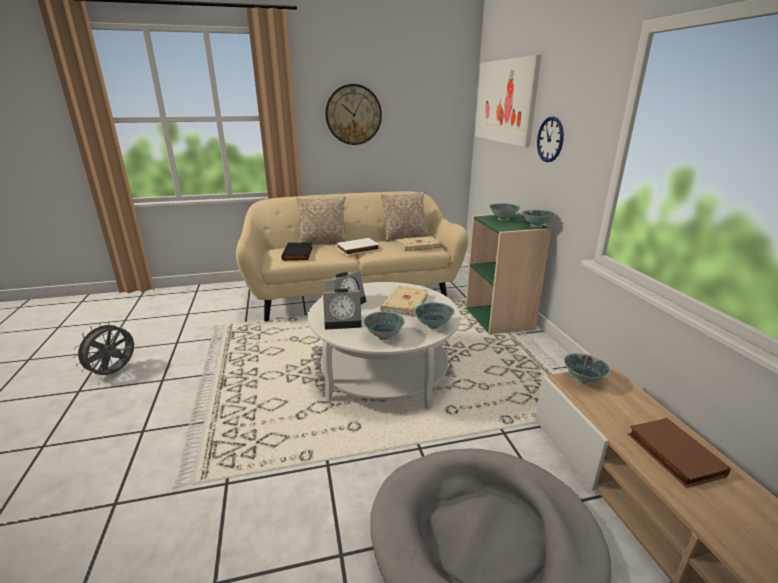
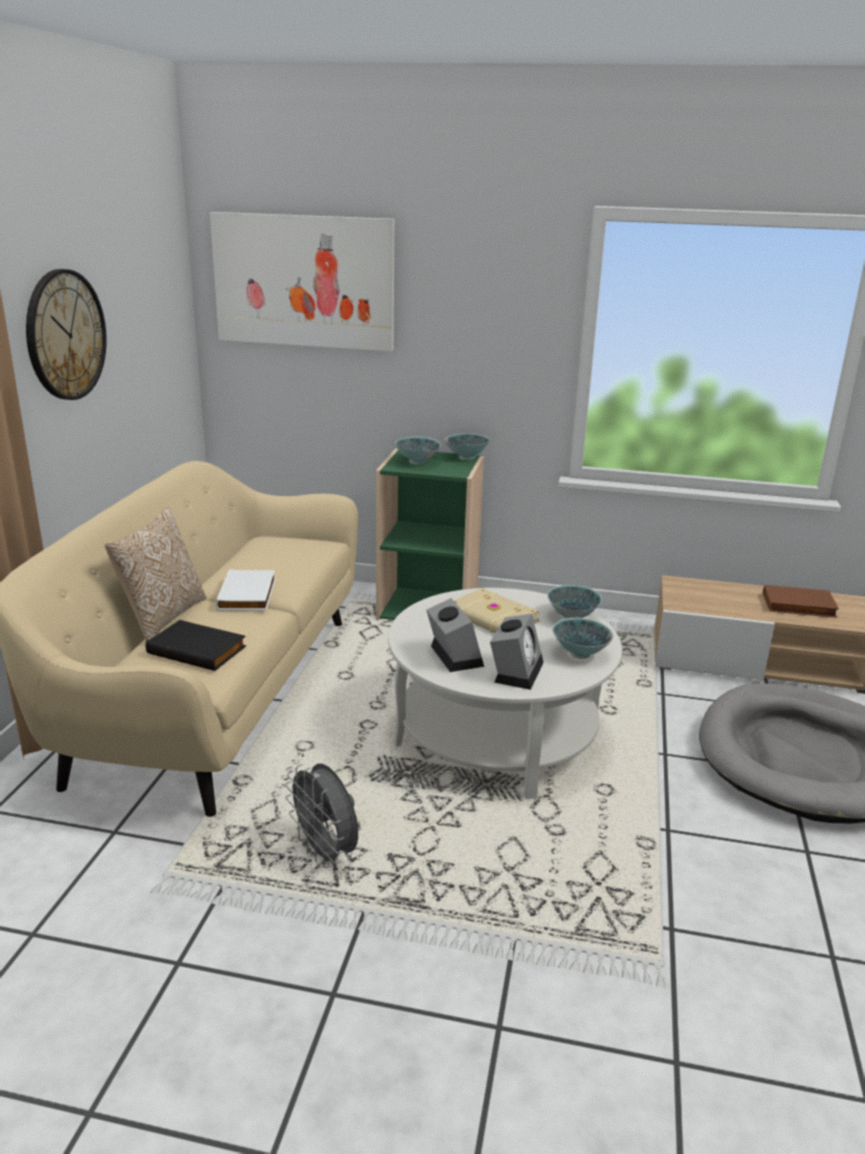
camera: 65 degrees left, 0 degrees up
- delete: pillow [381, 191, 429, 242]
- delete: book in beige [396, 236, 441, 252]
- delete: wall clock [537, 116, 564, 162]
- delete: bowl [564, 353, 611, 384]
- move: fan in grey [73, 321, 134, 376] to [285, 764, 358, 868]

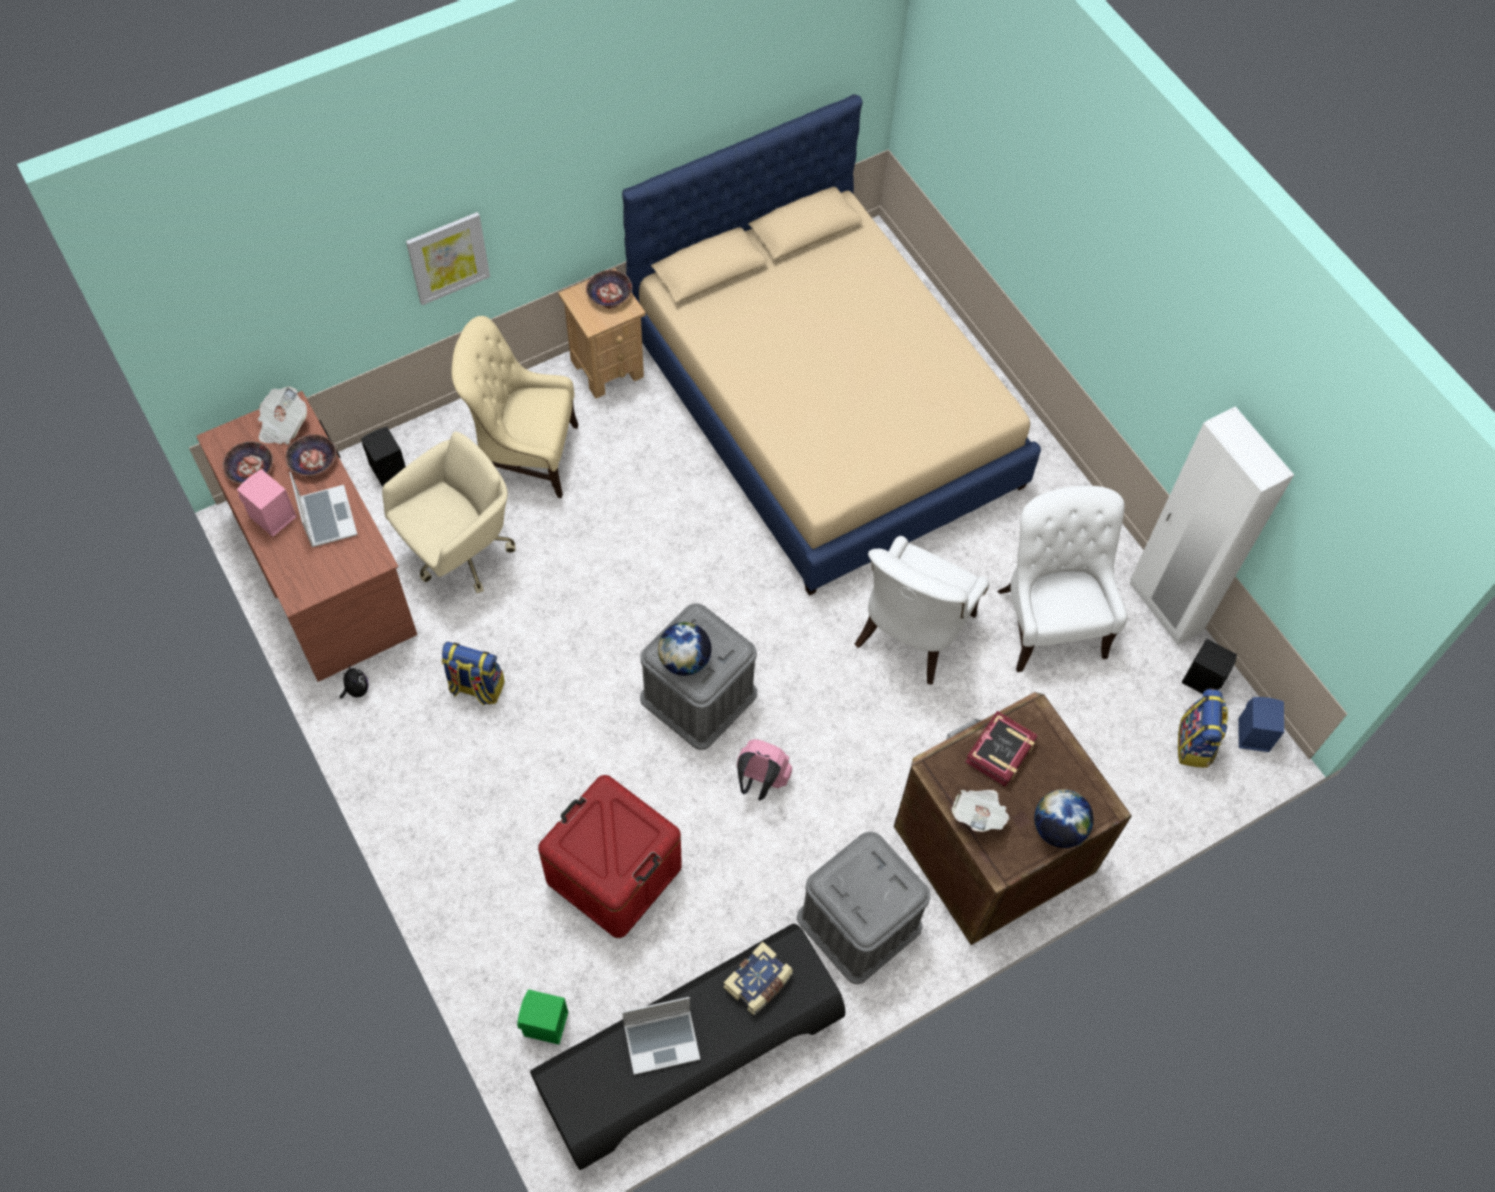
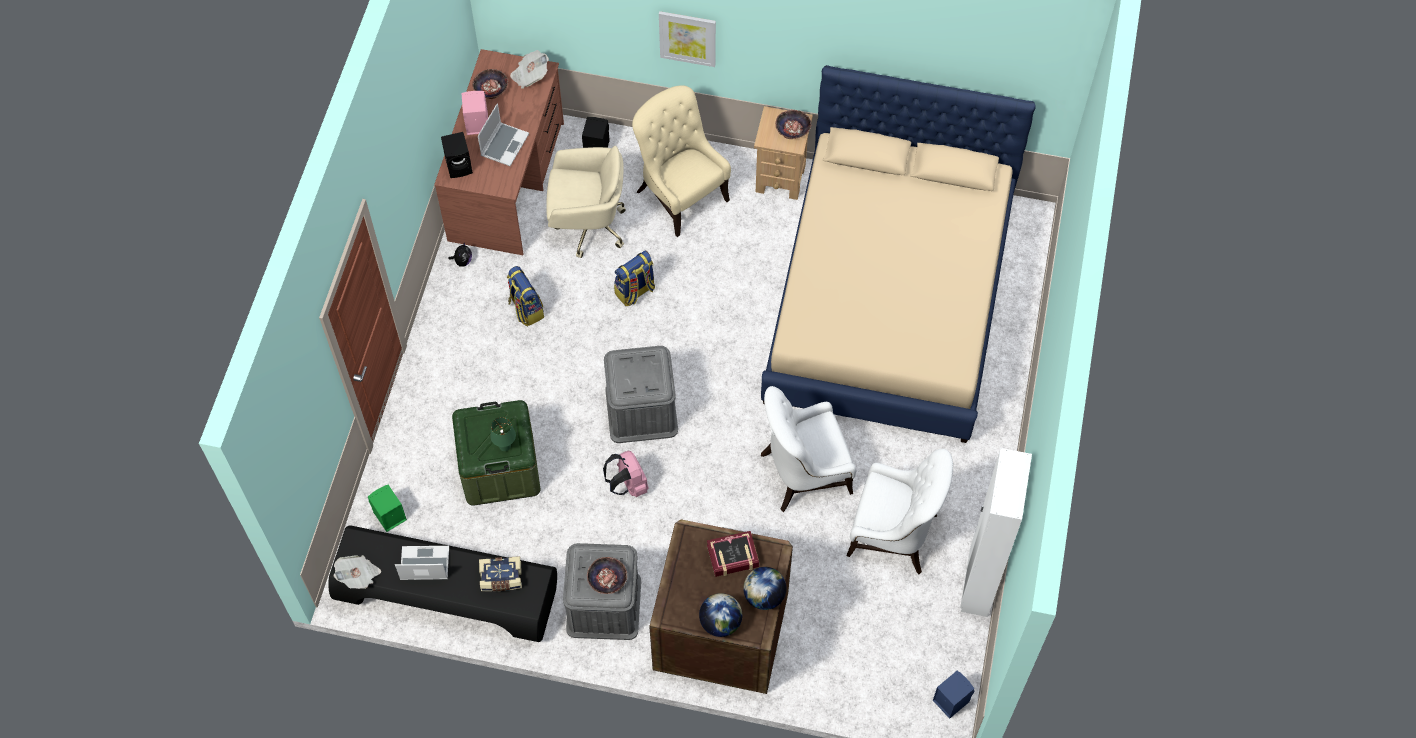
camera: 45 degrees right, 0 degrees up
- insert: table lamp in green [490, 417, 516, 451]
- move: bowl [285, 434, 336, 477] to [587, 557, 627, 594]
- move: globe [658, 622, 711, 676] to [743, 567, 786, 610]
- move: newspaper [951, 790, 1010, 832] to [333, 555, 381, 589]
- move: backpack [1178, 689, 1228, 768] to [614, 251, 655, 306]
- move: speaker in black [1181, 639, 1237, 694] to [441, 132, 473, 178]
- recolor: storage box in red [538, 775, 682, 938] to storage box in green [452, 400, 540, 506]
- rotate: laptop [622, 997, 700, 1075] = [395, 546, 449, 580] 150 degrees clockwise
- rotate: chair in white [997, 486, 1127, 672] = [846, 449, 953, 574] 75 degrees clockwise

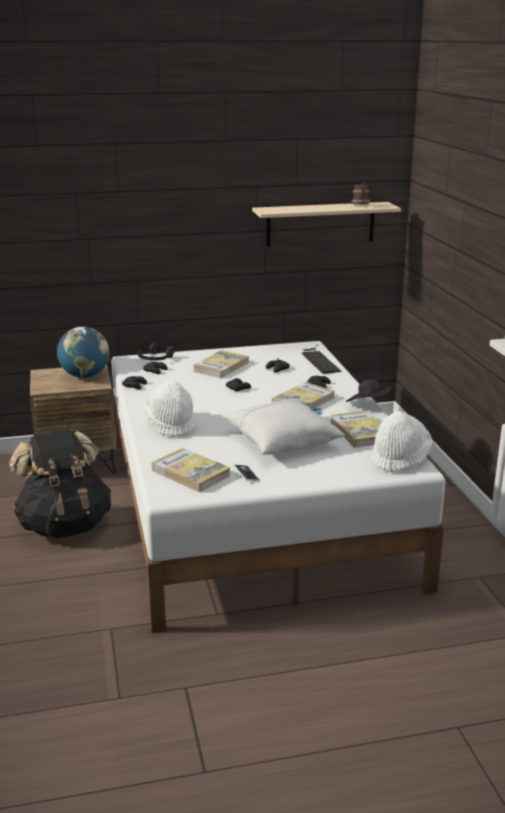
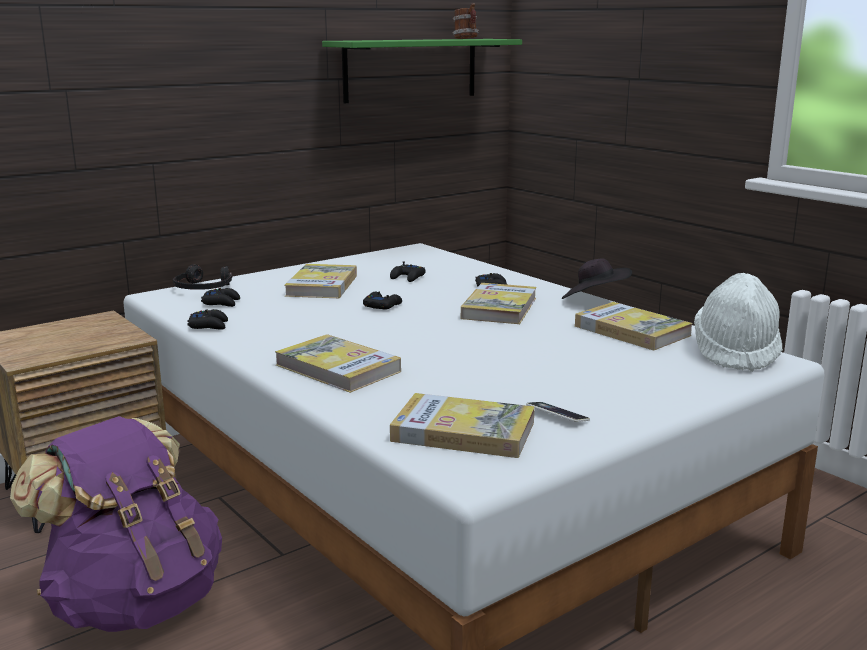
camera: 25 degrees left, 5 degrees down
- delete: globe [57, 326, 109, 378]
- delete: pillow in grey [222, 399, 345, 455]
- delete: keyboard [302, 345, 341, 374]
- replace: hat in white [143, 381, 196, 437] to book [275, 334, 401, 393]
- recolor: backpack in black [9, 430, 111, 538] to backpack in purple [10, 416, 222, 632]
- recolor: shelf in beige [252, 202, 401, 247] to shelf in green [322, 39, 522, 103]

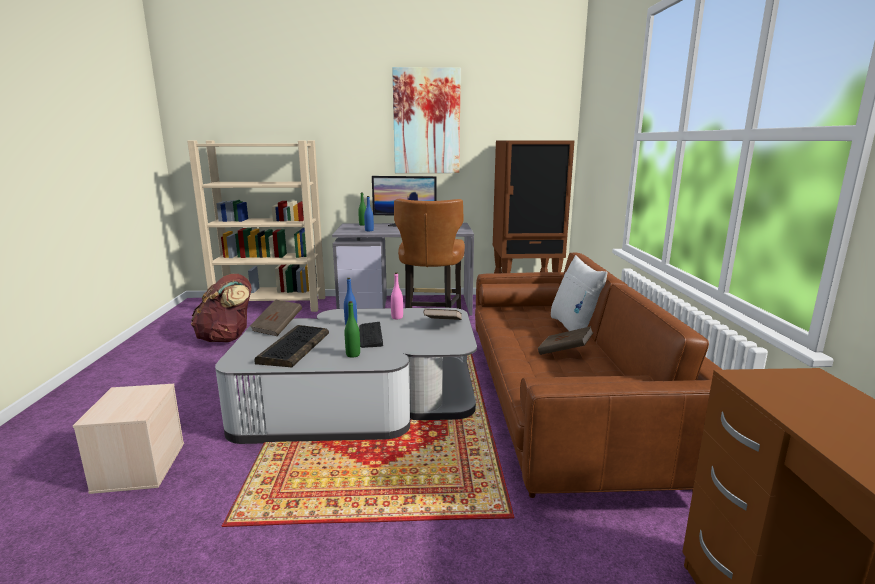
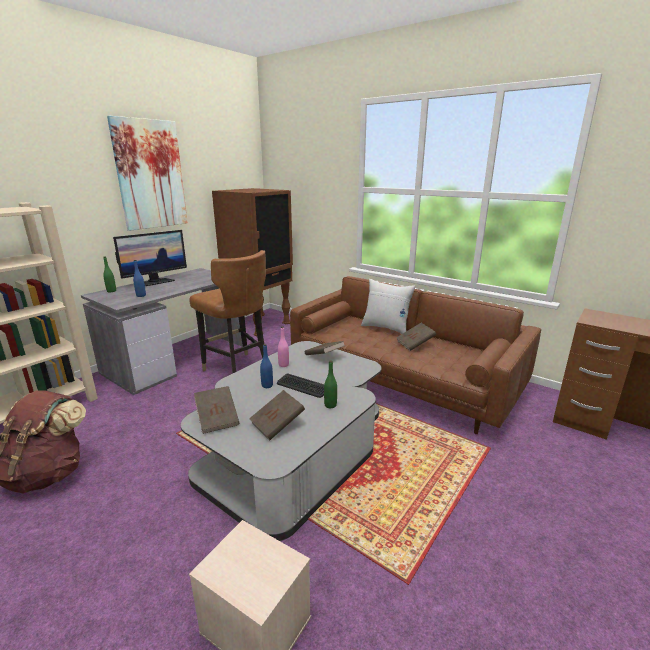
camera: 50 degrees left, 5 degrees up
- replace: keyboard [254, 325, 329, 367] to book in brown [249, 390, 305, 440]

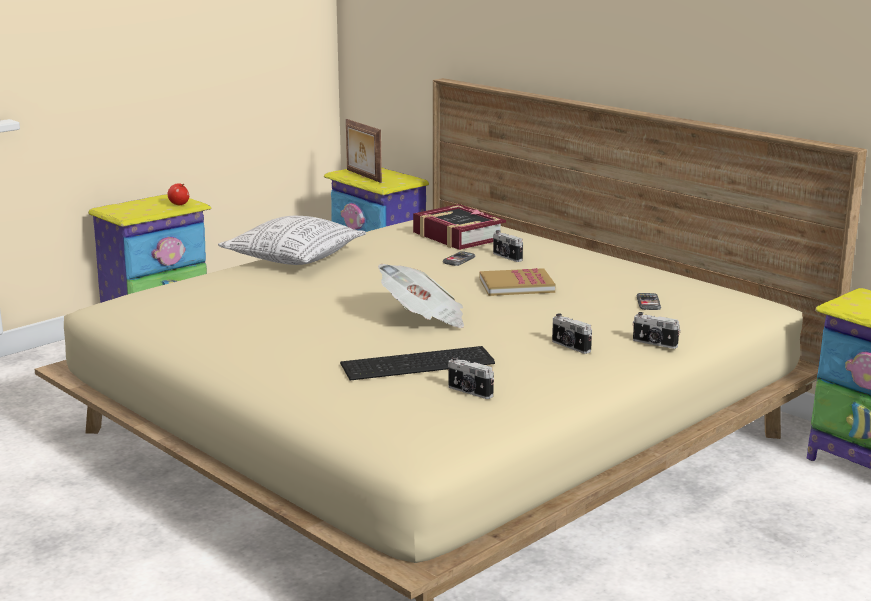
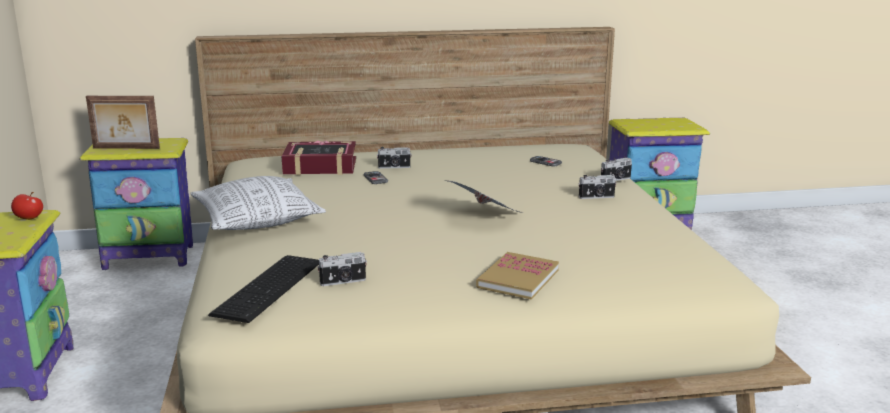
camera: 55 degrees left, 0 degrees up
- move: keyboard [340, 346, 495, 380] to [208, 255, 319, 323]
- move: photo camera [448, 356, 494, 399] to [317, 252, 367, 286]
- move: book [480, 268, 555, 296] to [476, 252, 559, 300]

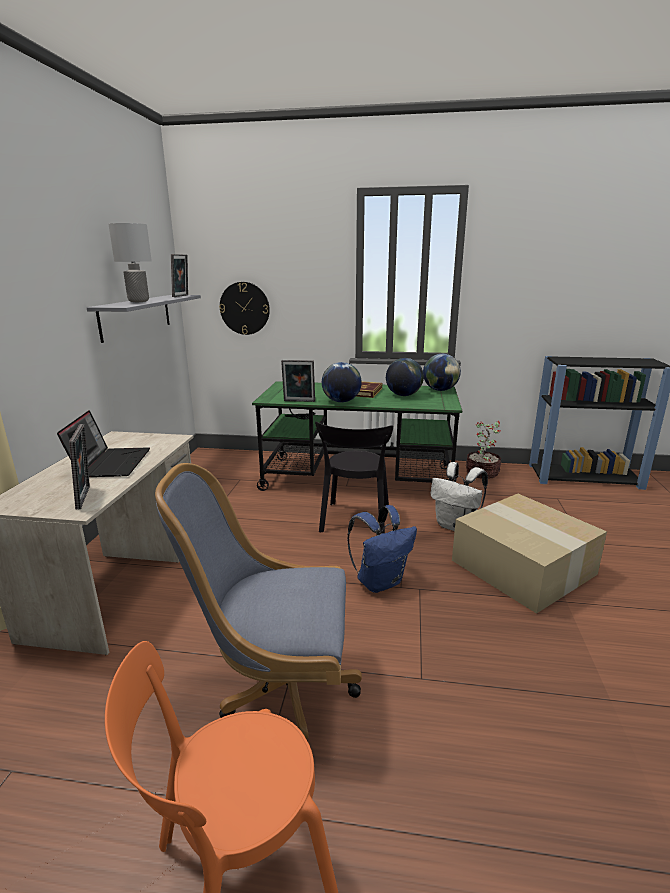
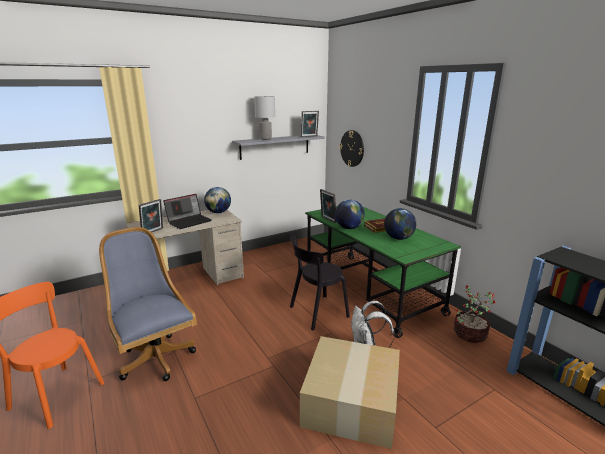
camera: 50 degrees right, 0 degrees up
- delete: backpack in blue [347, 505, 417, 593]
- move: globe [423, 354, 461, 391] to [204, 187, 231, 213]

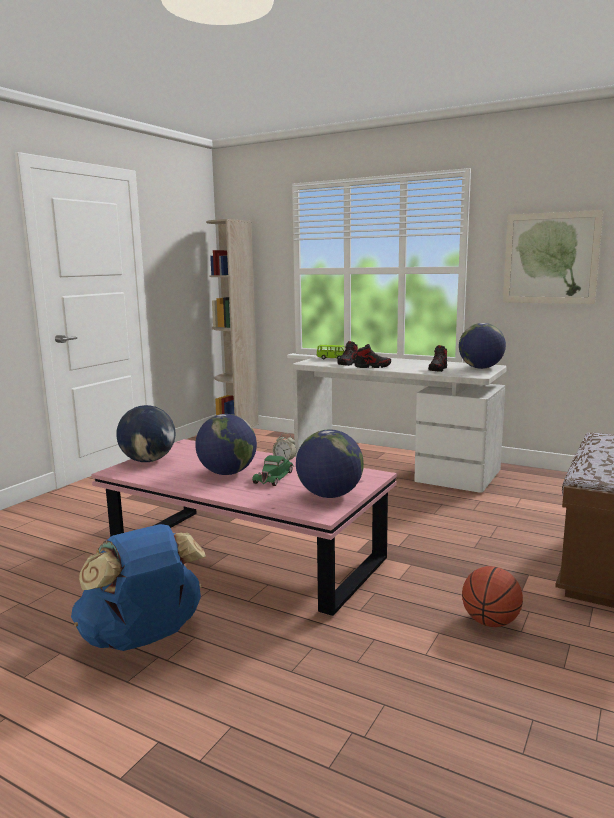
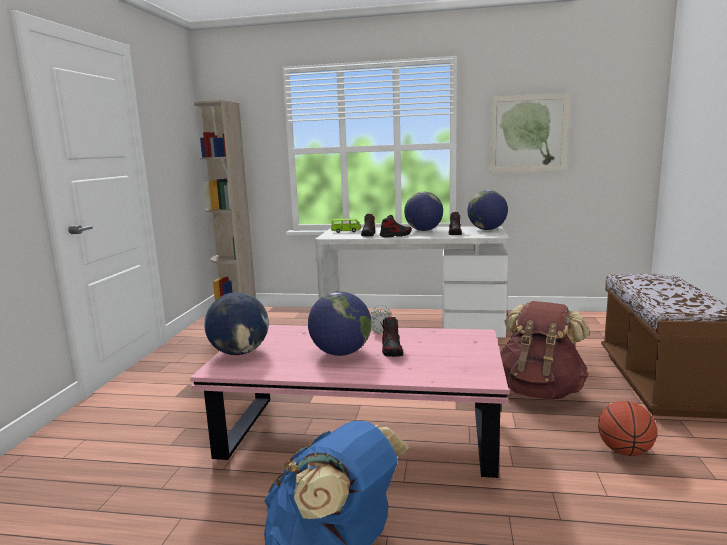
camera: 20 degrees left, 0 degrees up
- insert: backpack in brown [500, 301, 589, 400]
- move: globe [296, 430, 364, 498] to [404, 192, 443, 231]
- replace: toy car in green [252, 455, 294, 486] to shoe [382, 317, 403, 357]

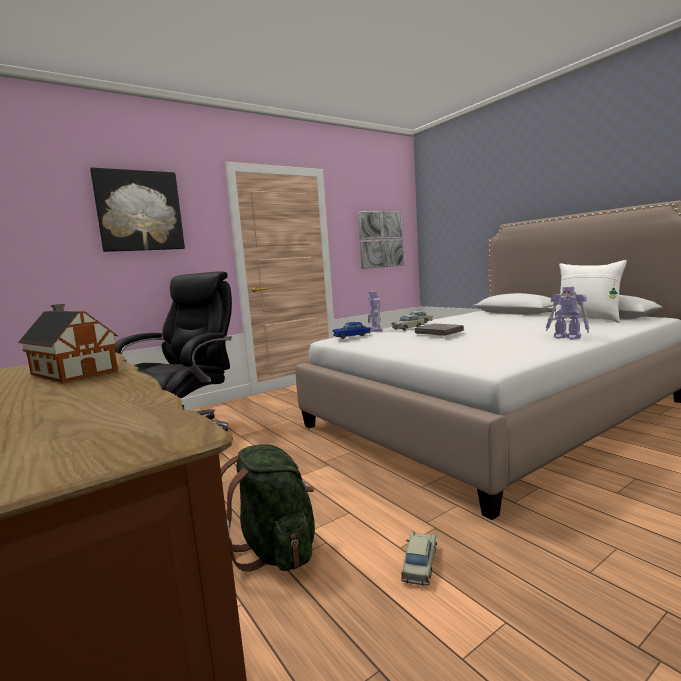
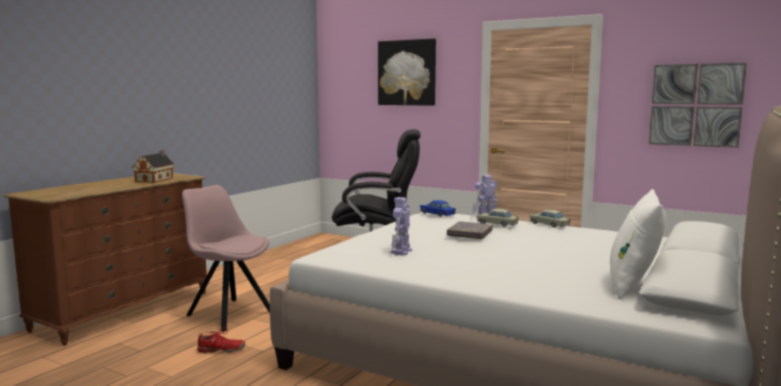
camera: 65 degrees right, 0 degrees up
- move: toy robot [546, 287, 590, 339] to [391, 197, 412, 255]
- replace: backpack in green [221, 445, 315, 572] to chair in pink [182, 185, 270, 331]
- replace: toy car in beige [401, 531, 437, 586] to shoe in red [197, 327, 245, 354]

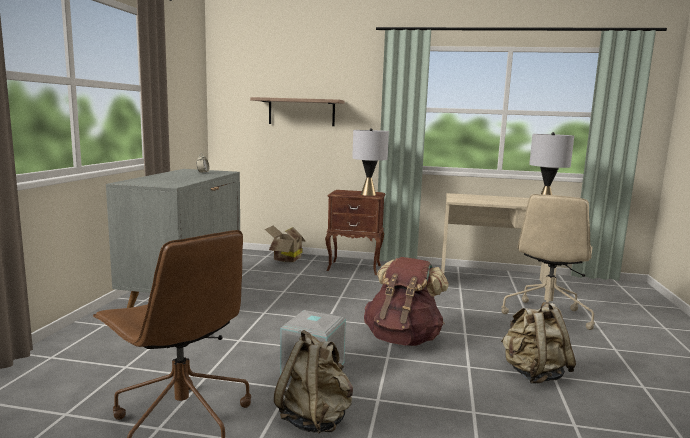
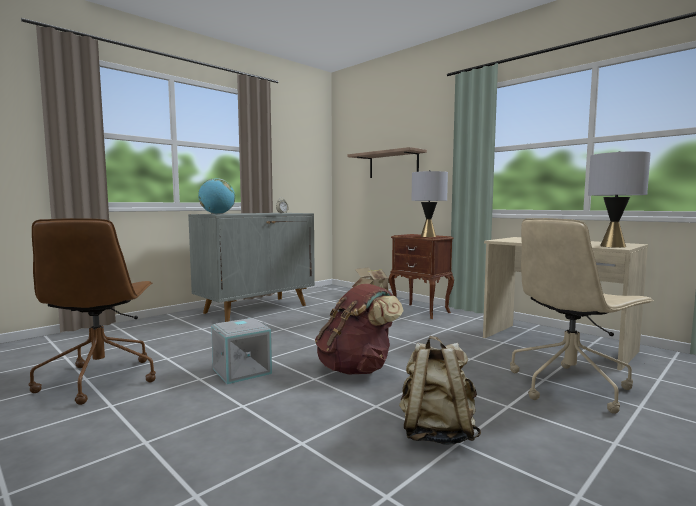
camera: 35 degrees right, 5 degrees down
- delete: backpack in beige [274, 330, 353, 434]
- insert: globe [198, 178, 235, 214]

